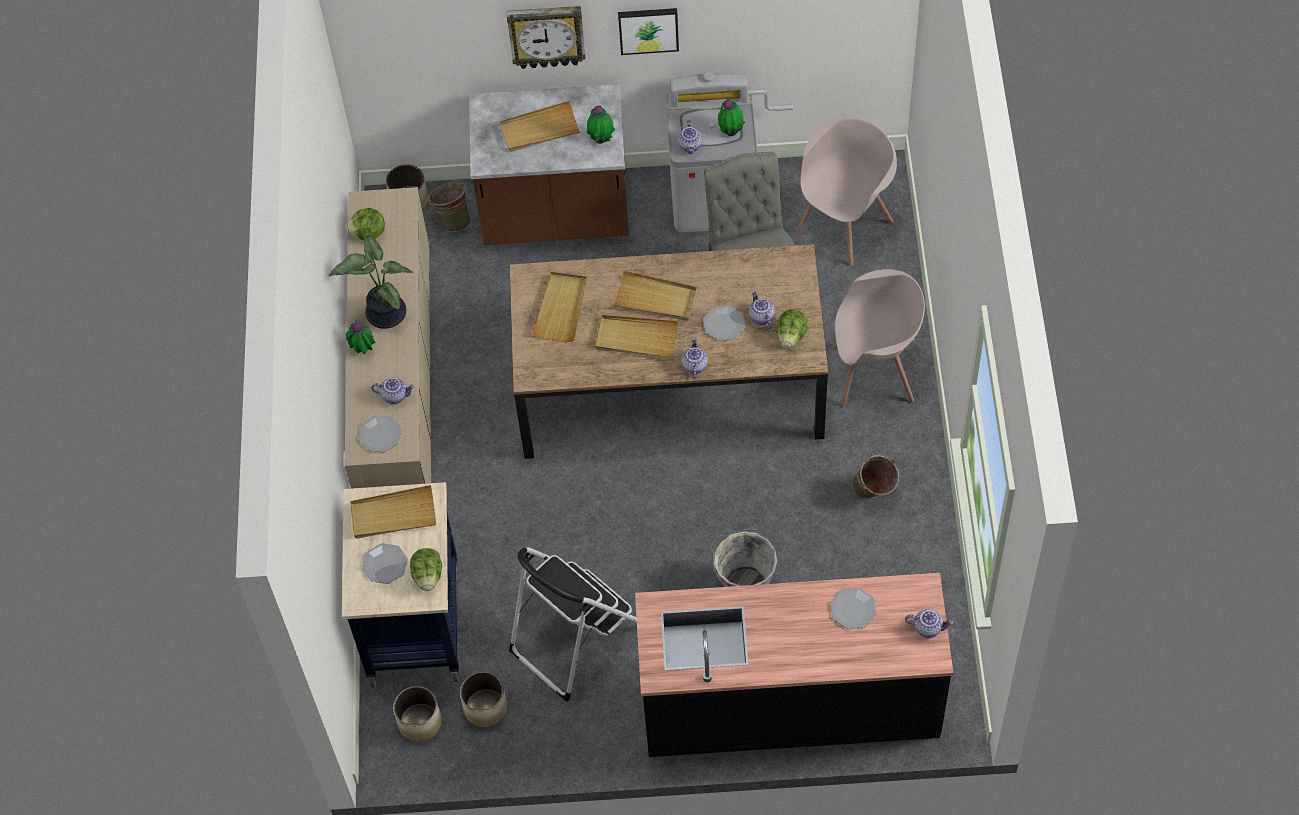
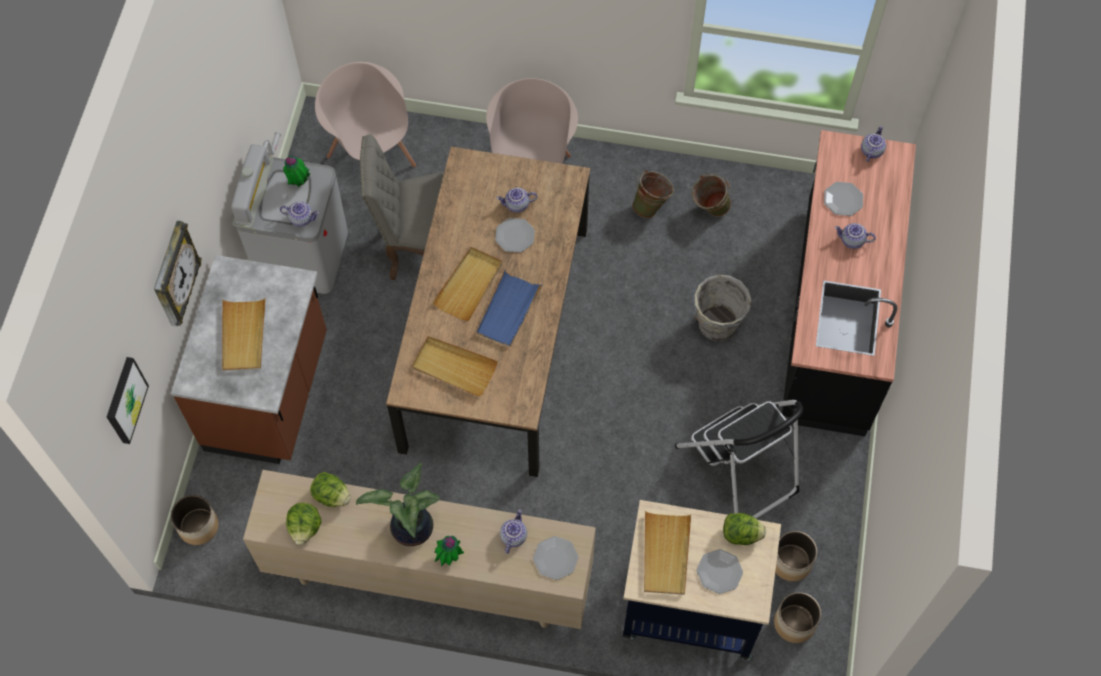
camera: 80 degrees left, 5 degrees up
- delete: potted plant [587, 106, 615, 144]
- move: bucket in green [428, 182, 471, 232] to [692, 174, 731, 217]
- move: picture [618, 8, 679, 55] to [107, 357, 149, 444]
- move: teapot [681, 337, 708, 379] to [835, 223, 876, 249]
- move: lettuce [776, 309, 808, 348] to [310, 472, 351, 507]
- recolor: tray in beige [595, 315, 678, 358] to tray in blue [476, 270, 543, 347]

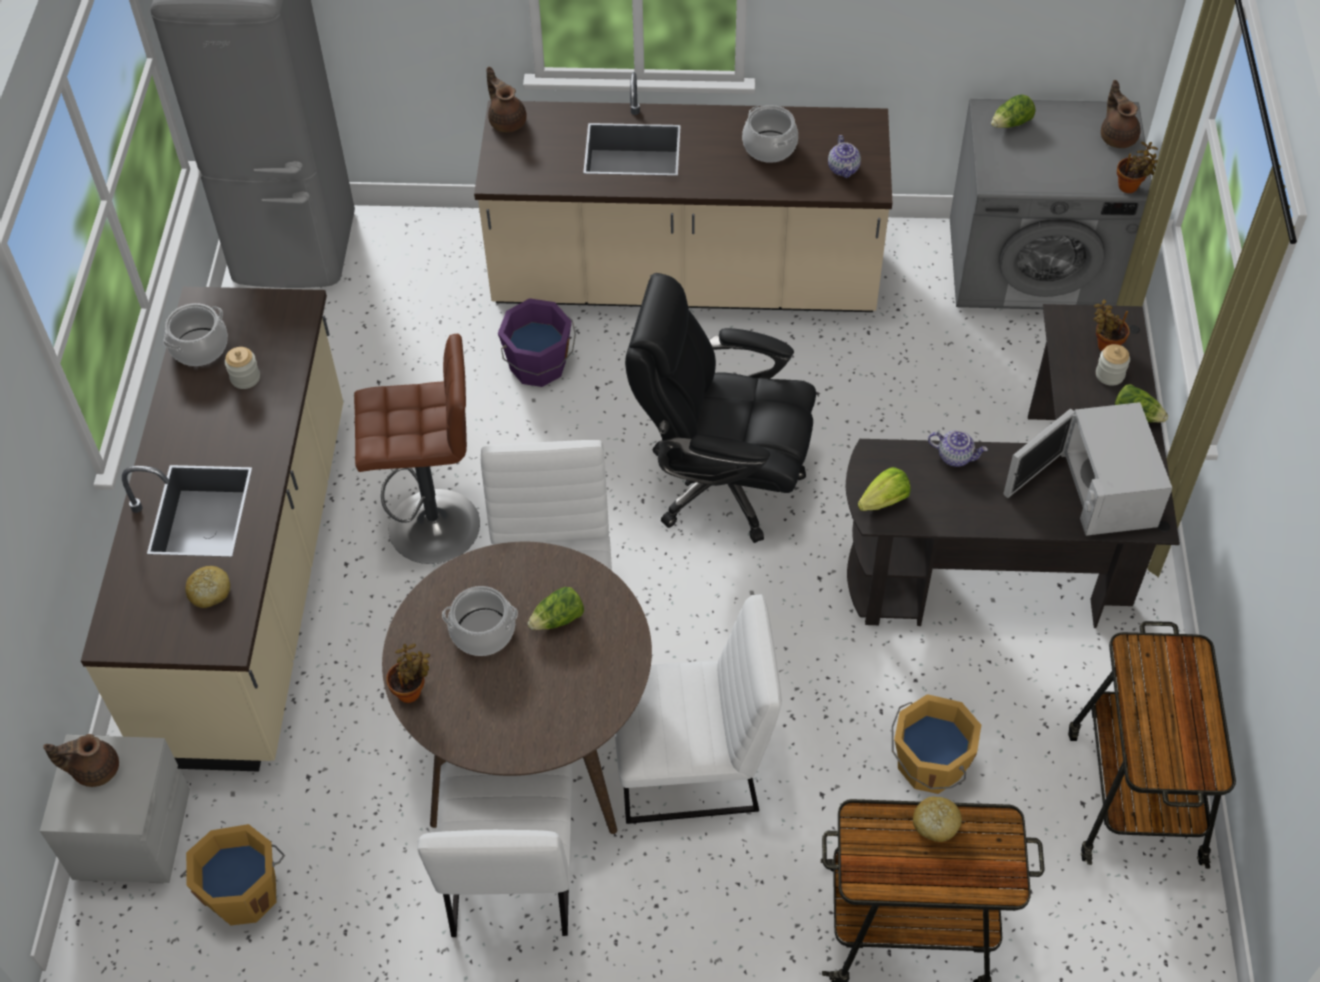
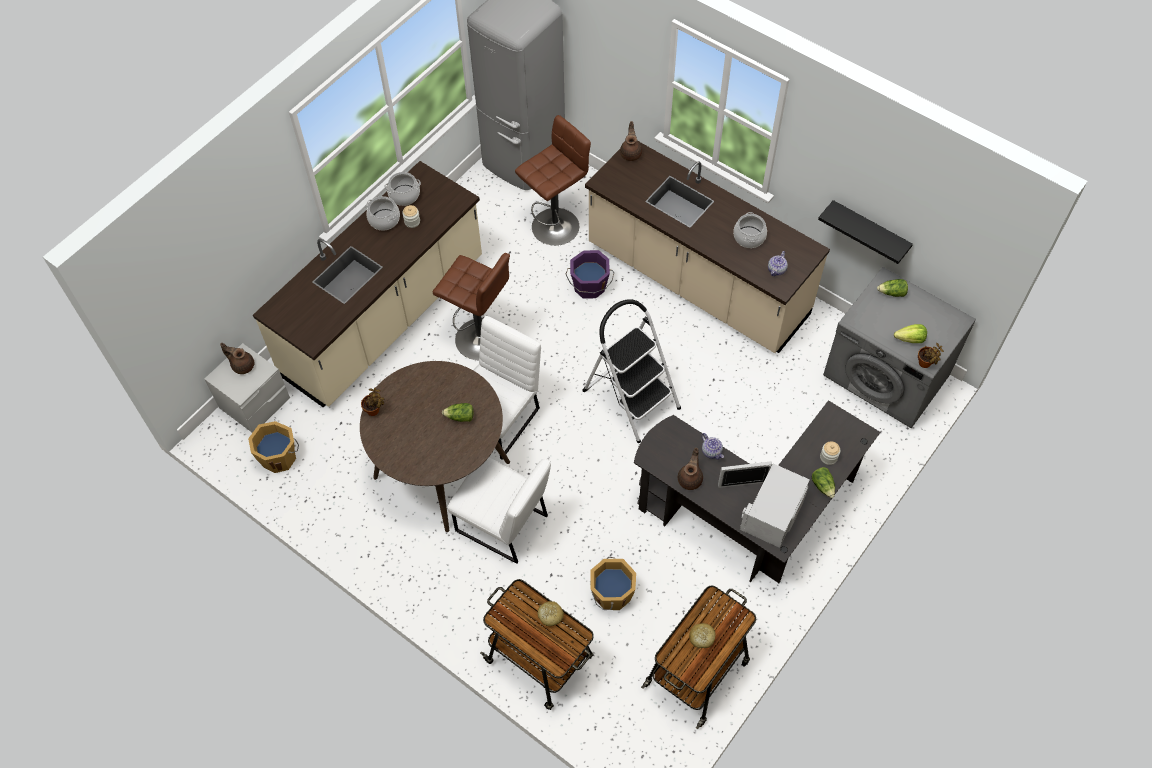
camera: 35 degrees right, 5 degrees up
- delete: chair in white [418, 761, 572, 937]
- delete: potted plant [1093, 300, 1130, 352]
- insert: stool in brown [515, 115, 591, 246]
- insert: shelf in black [818, 200, 913, 264]
- move: bread [185, 566, 230, 608] to [689, 623, 716, 648]
- move: cooking pot [442, 586, 518, 656] to [367, 196, 400, 231]
- move: lettuce [858, 467, 911, 511] to [894, 324, 927, 343]
- move: teapot in brown [1101, 80, 1141, 148] to [678, 448, 703, 490]
- replace: office chair in black [625, 273, 816, 543] to step ladder [583, 299, 681, 443]

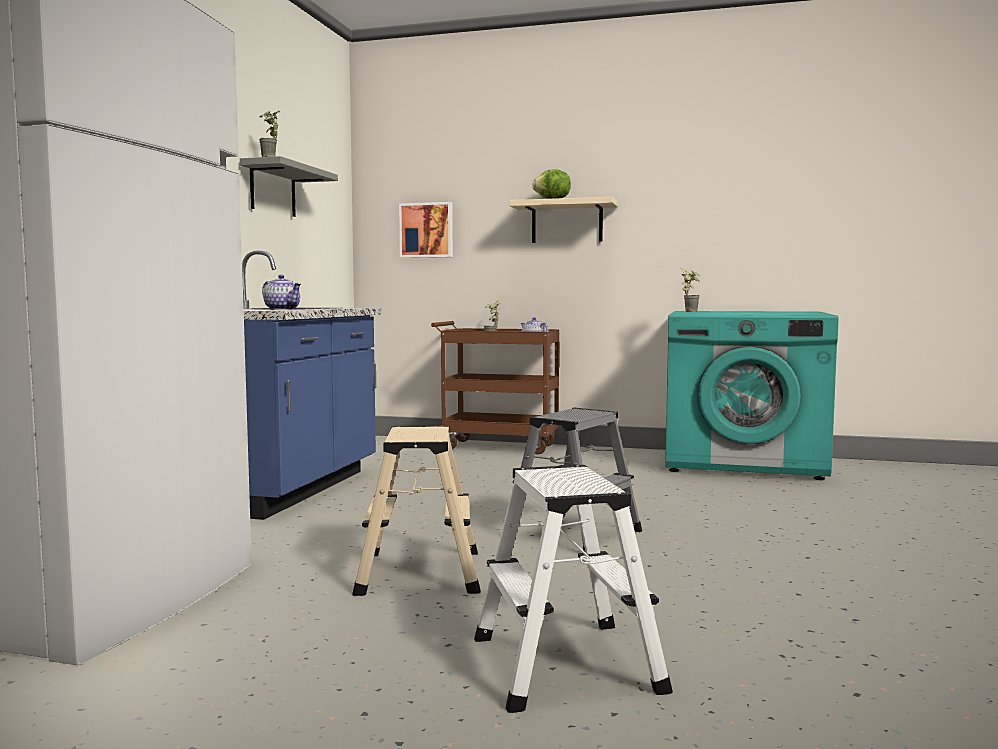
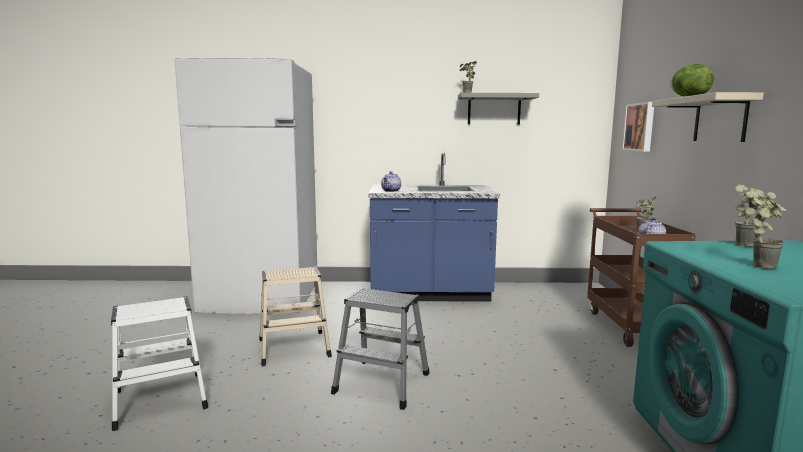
camera: 75 degrees right, 5 degrees up
- insert: potted plant [752, 196, 787, 269]

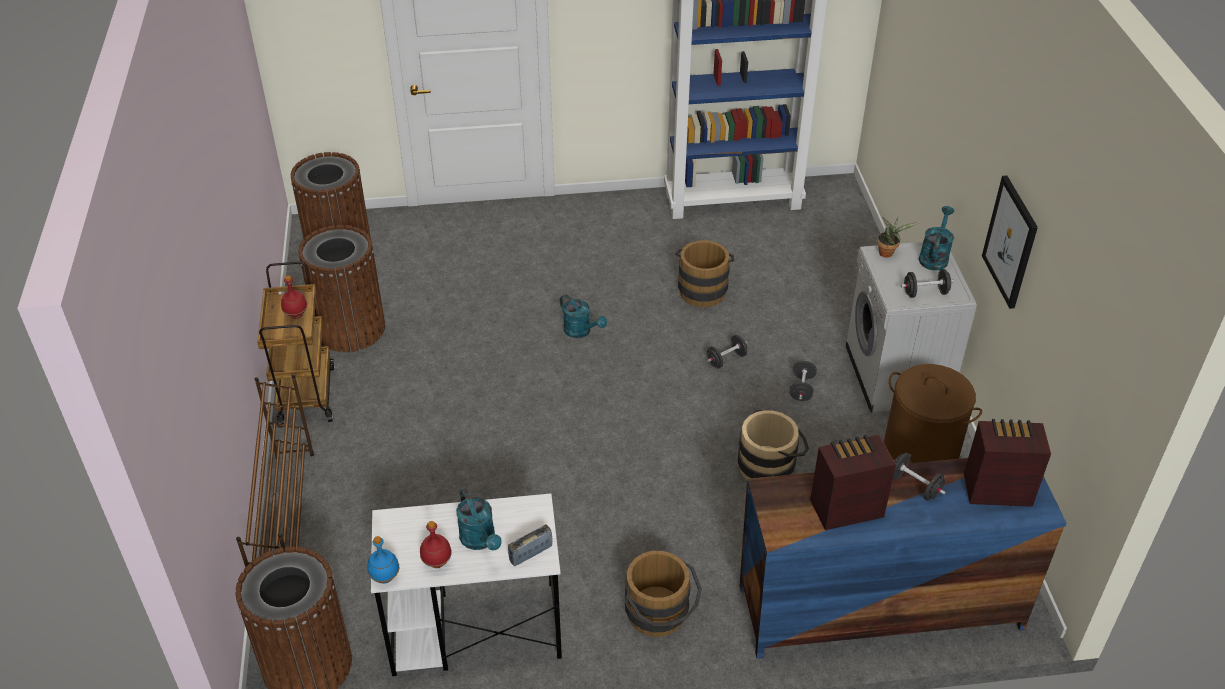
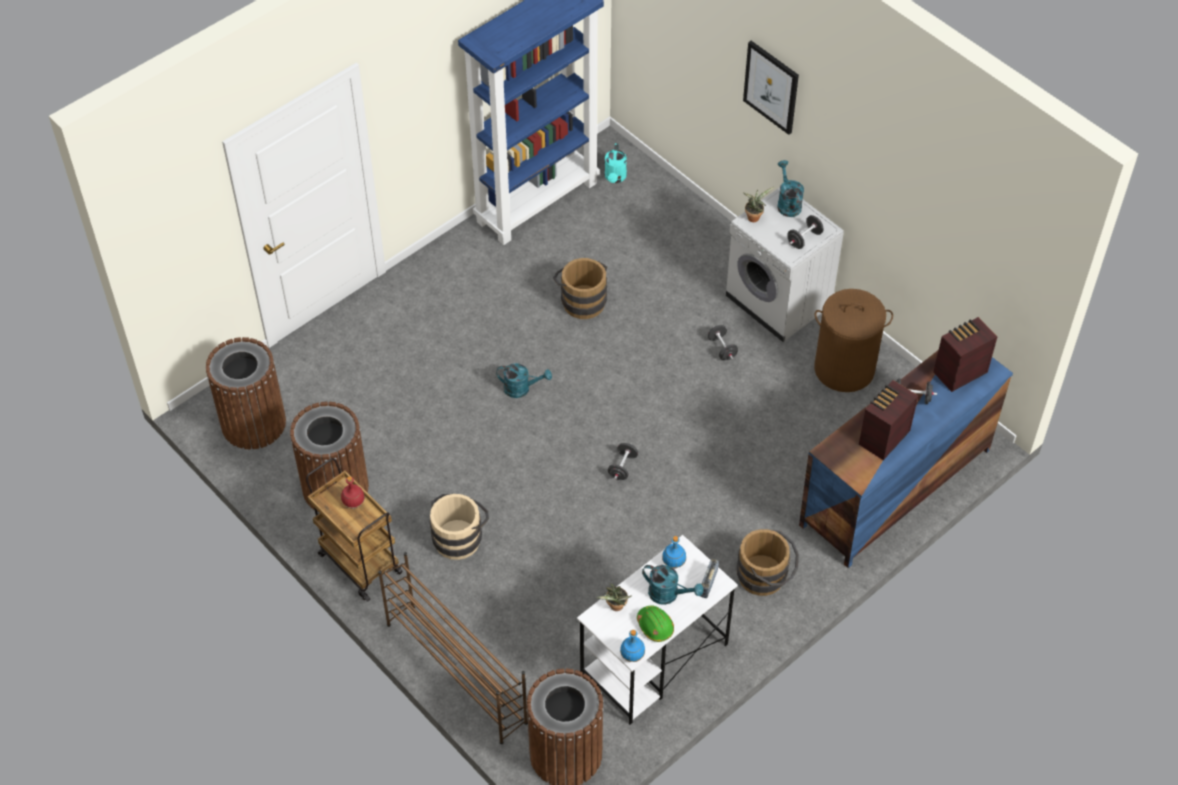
camera: 35 degrees left, 10 degrees up
- insert: potted plant [596, 583, 631, 611]
- insert: watering can in turquoise [605, 143, 627, 183]
- insert: bottle in blue [662, 536, 686, 569]
- move: dumbbell in black [707, 335, 747, 369] to [608, 443, 638, 480]
- move: bucket in beige [738, 410, 809, 480] to [430, 494, 489, 560]
- move: picture [982, 175, 1038, 309] to [743, 41, 799, 135]
- replace: bottle in red [420, 521, 452, 568] to hard hat in green [637, 605, 674, 642]

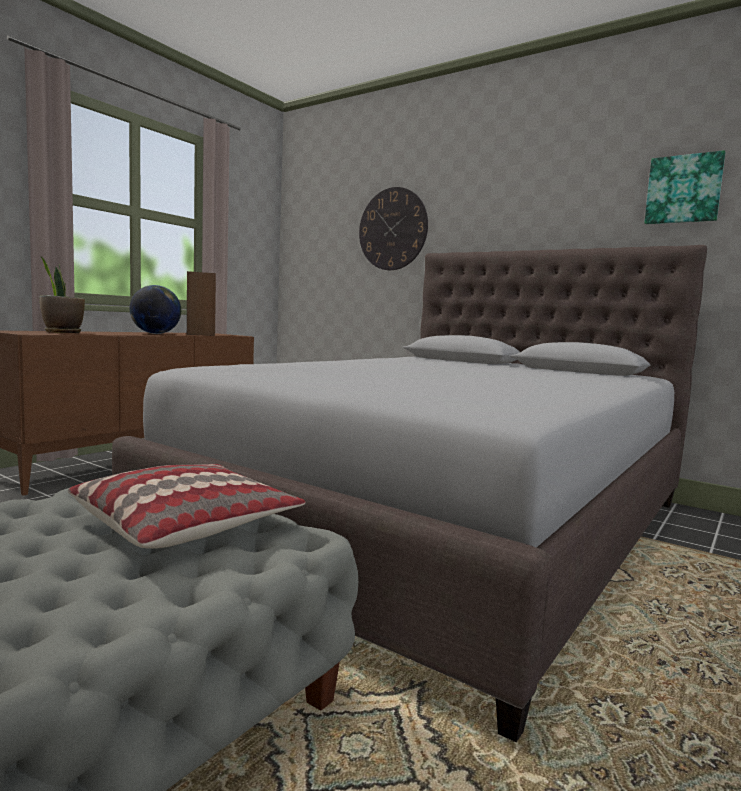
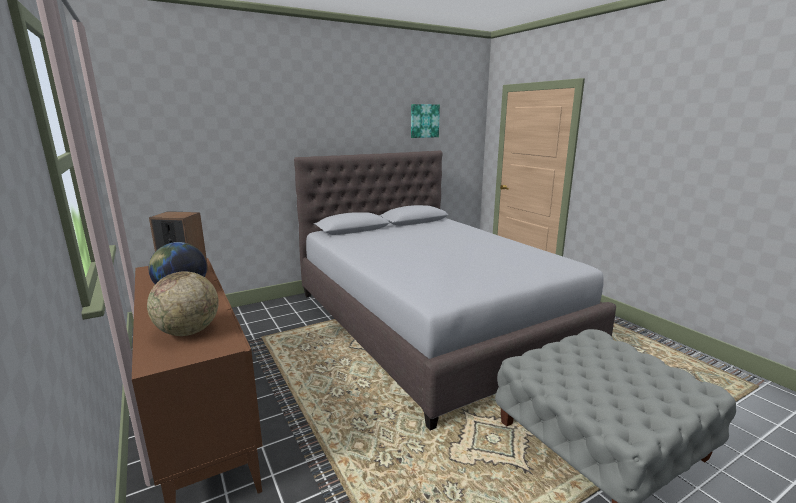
camera: 65 degrees left, 10 degrees up
- delete: pillow [68, 464, 306, 549]
- delete: wall clock [359, 187, 428, 270]
- replace: potted plant [40, 256, 85, 333] to globe [147, 271, 219, 336]

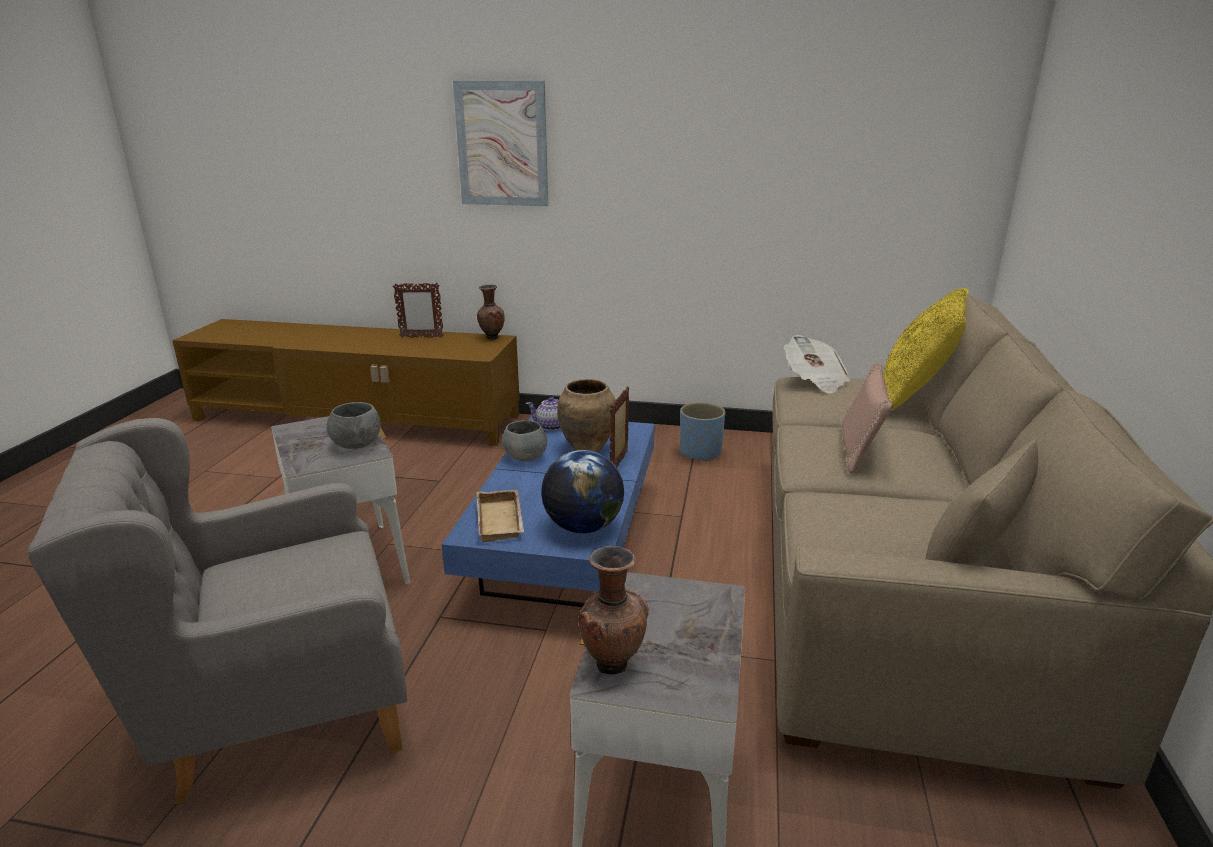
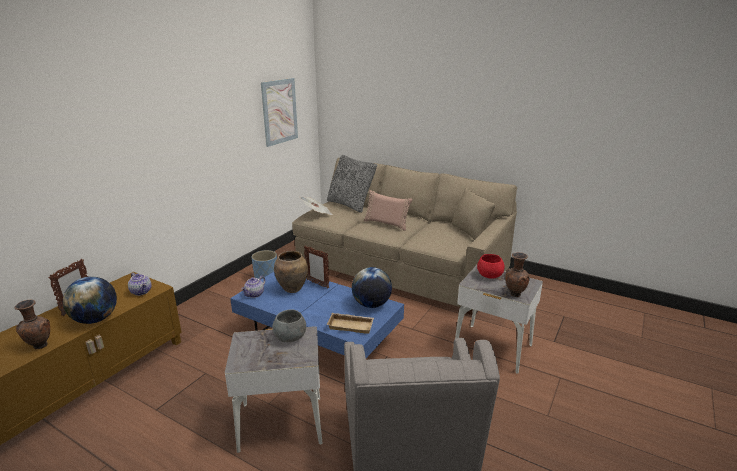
camera: 70 degrees left, 0 degrees up
- delete: bowl in grey [502, 420, 547, 461]
- insert: globe [63, 277, 117, 324]
- insert: teapot [128, 273, 151, 296]
- insert: bowl in red [477, 254, 505, 278]
- move: picture [453, 81, 549, 206] to [261, 78, 298, 147]
- move: vase in brown [477, 284, 505, 340] to [14, 300, 50, 349]
- recolor: pillow in yellow [883, 288, 969, 411] to pillow in grey [327, 155, 377, 213]

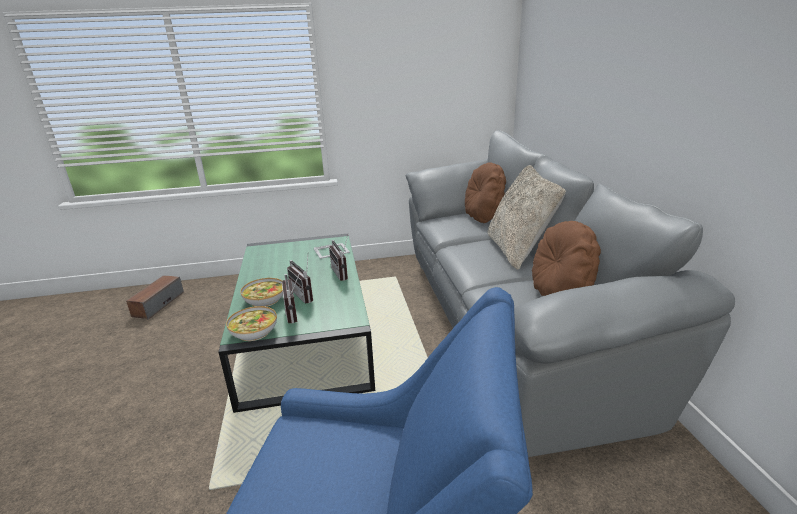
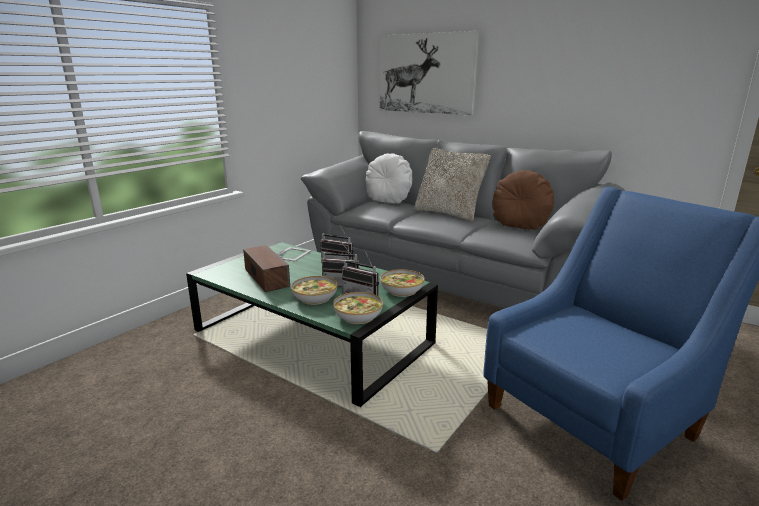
camera: 45 degrees left, 5 degrees down
- insert: picture [380, 31, 479, 116]
- insert: bowl [380, 269, 425, 297]
- move: speaker [126, 275, 184, 320] to [243, 245, 290, 292]
- recolor: pillow in brown [465, 163, 506, 223] to pillow in white [366, 153, 413, 203]

